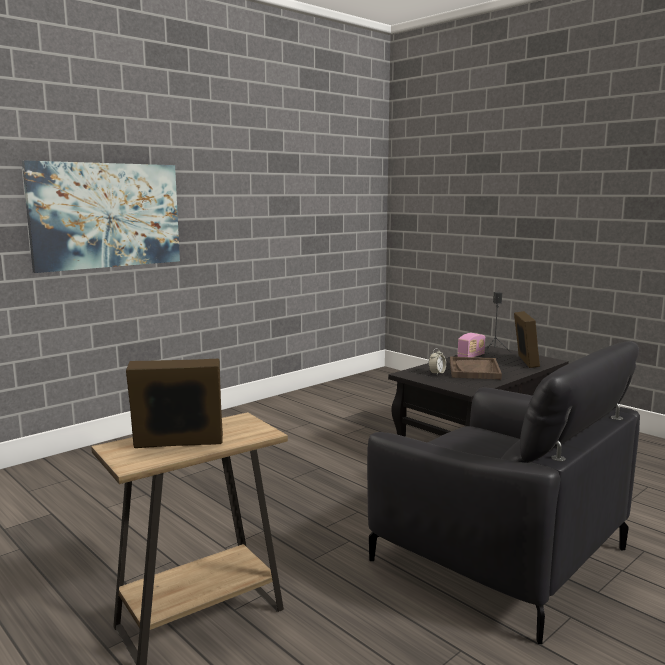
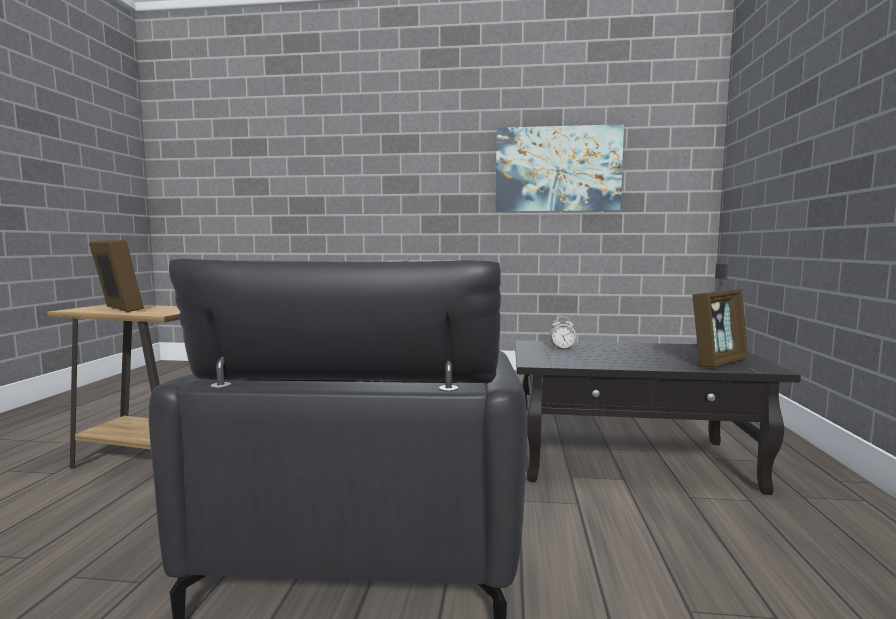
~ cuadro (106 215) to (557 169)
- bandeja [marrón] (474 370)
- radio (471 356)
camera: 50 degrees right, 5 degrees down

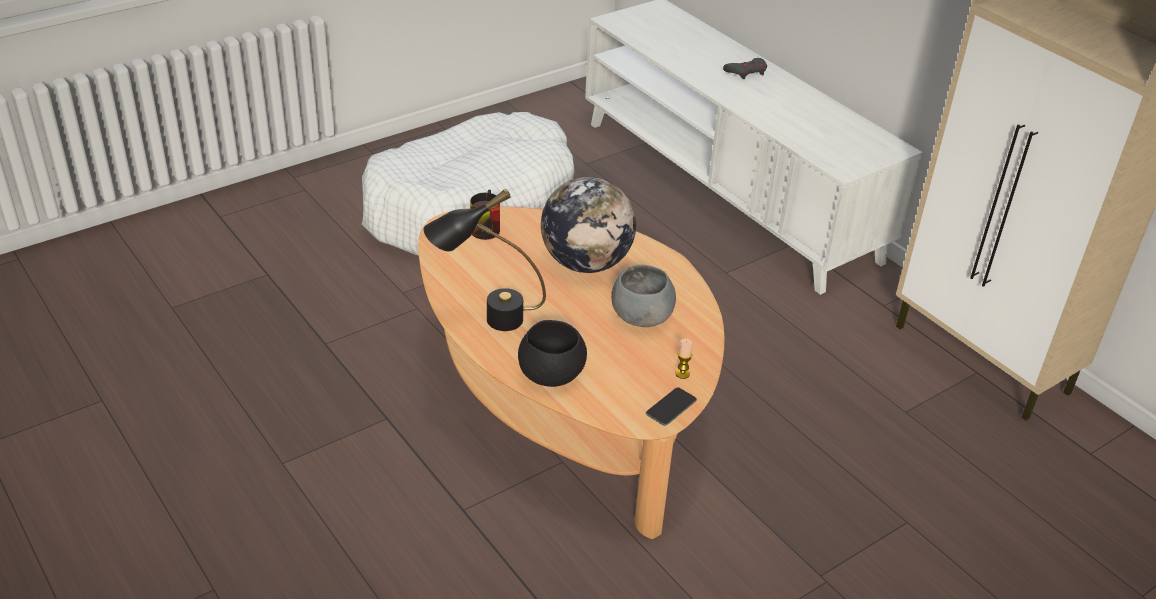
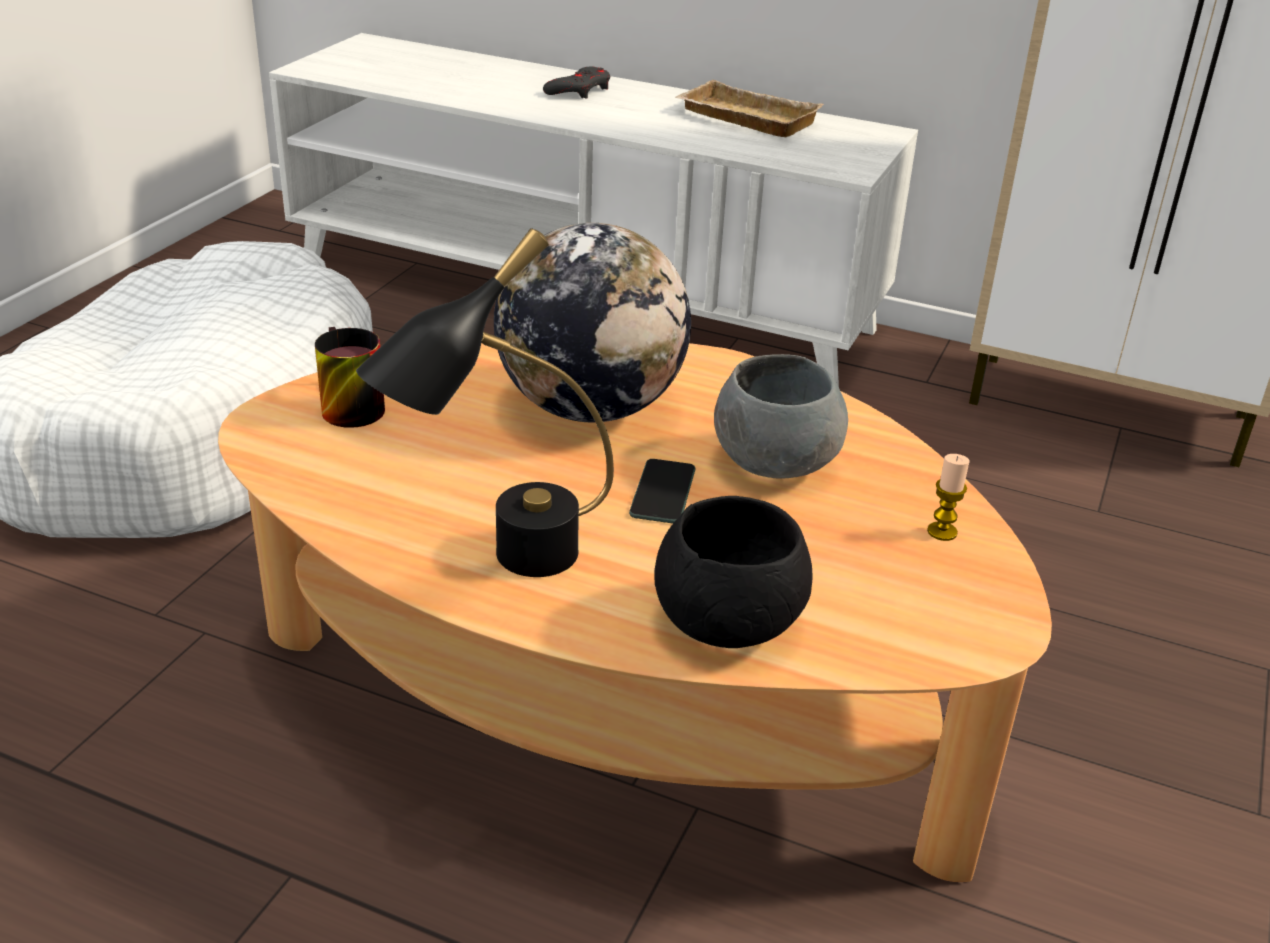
~ móvil (671 407) to (663 492)
+ bandeja [beis] (743 119)
camera: 30 degrees left, 5 degrees down

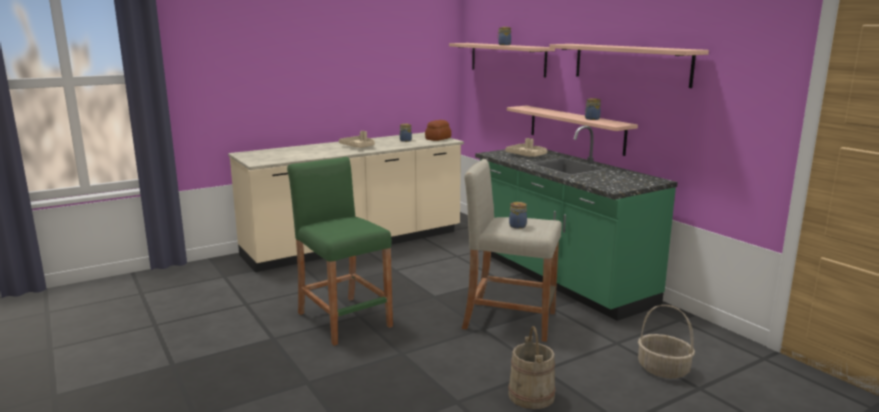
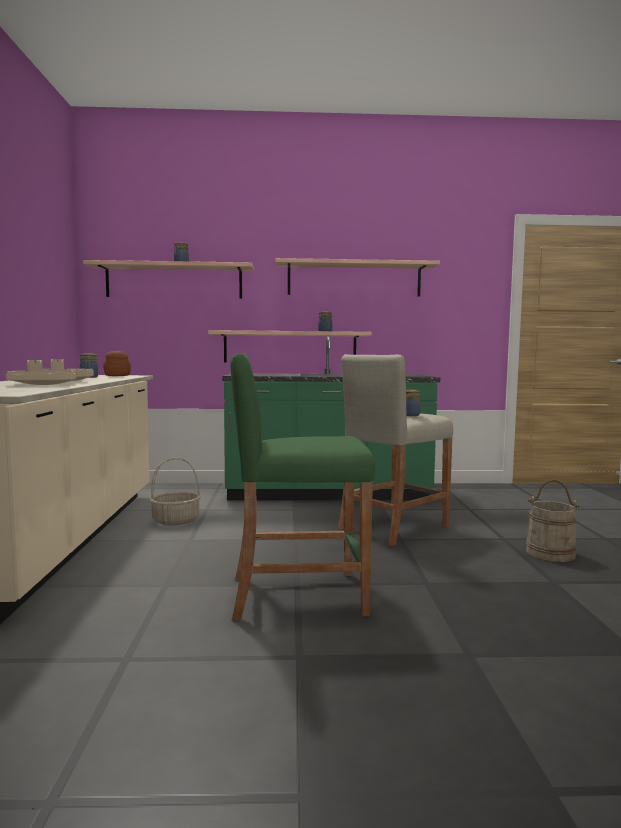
~ bandeja [beis] (527 155) to (43 385)
~ cesta (662 369) to (175 521)
camera: 60 degrees left, 10 degrees down

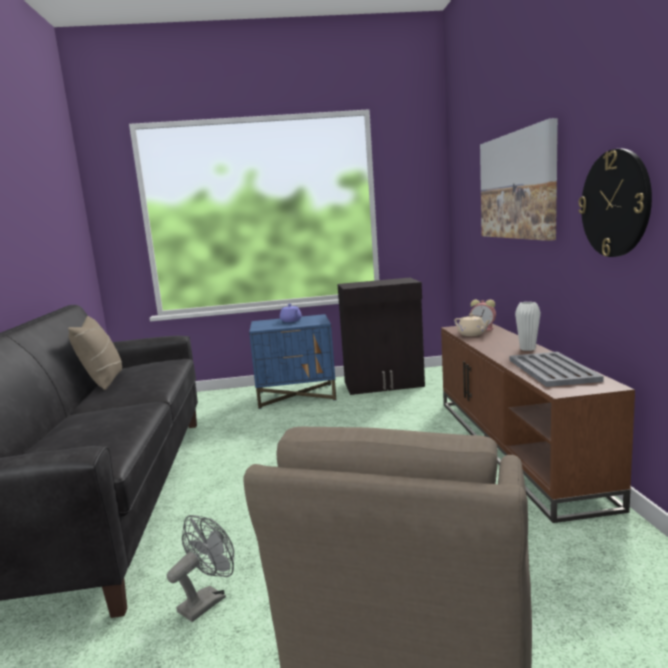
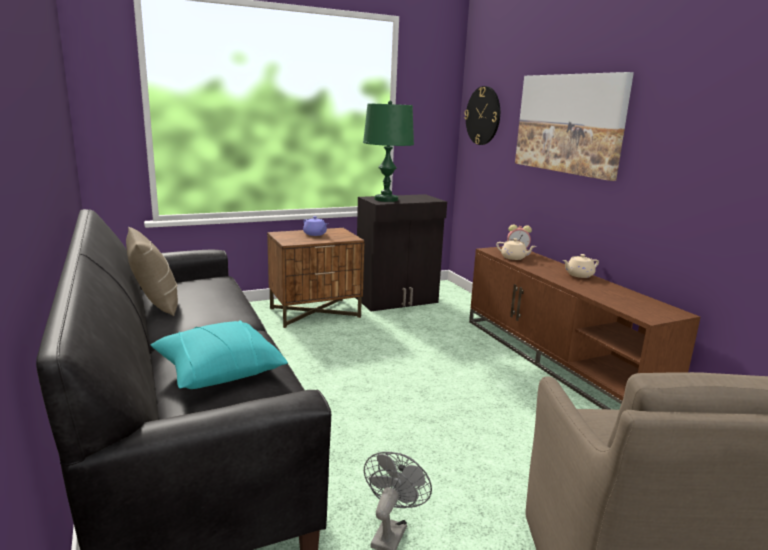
~ mesita de noche [azul] (297 396) to mesita de noche [marrón] (315 313)
- bandeja [gris] (552 370)
~ florero [blanco] (527 349) to tetera [beis] (578 275)
~ reloj de pared (615 203) to (483 115)
+ cojín [turquesa] (218 371)
+ lámpara de mesa [verde] (386 199)
camera: 20 degrees left, 5 degrees up

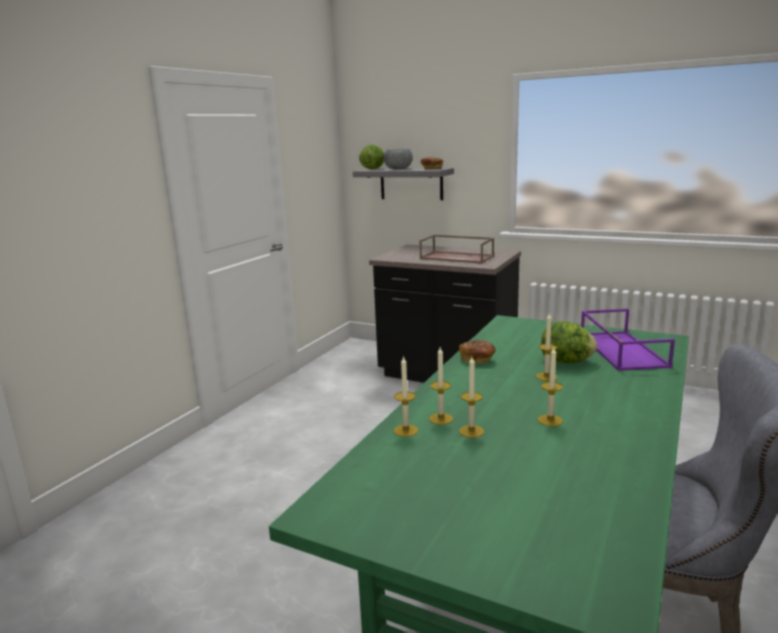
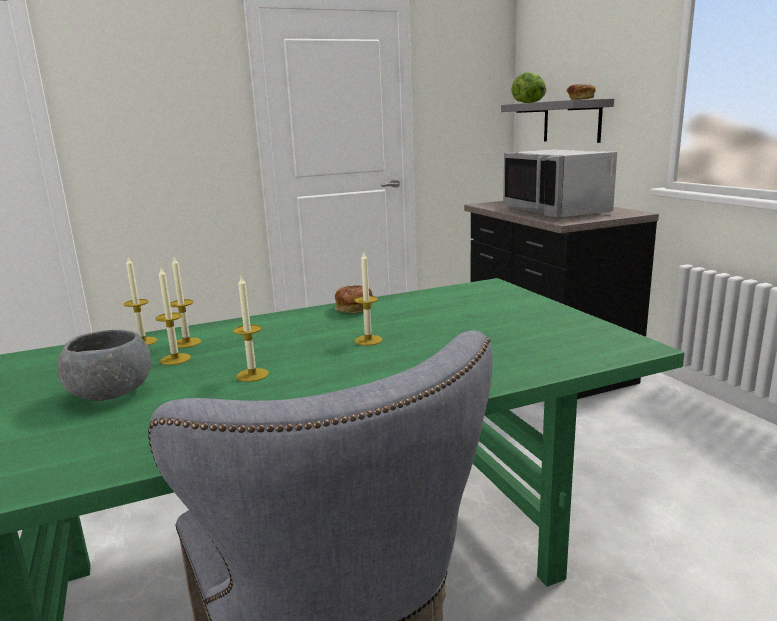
~ cuenco [gris] (398 169) to (111 394)
~ bandeja [marrón] (457 257) to microondas [gris] (557 211)
- lechuga (566 362)
- bandeja [morado] (620 350)
camera: 40 degrees right, 0 degrees up

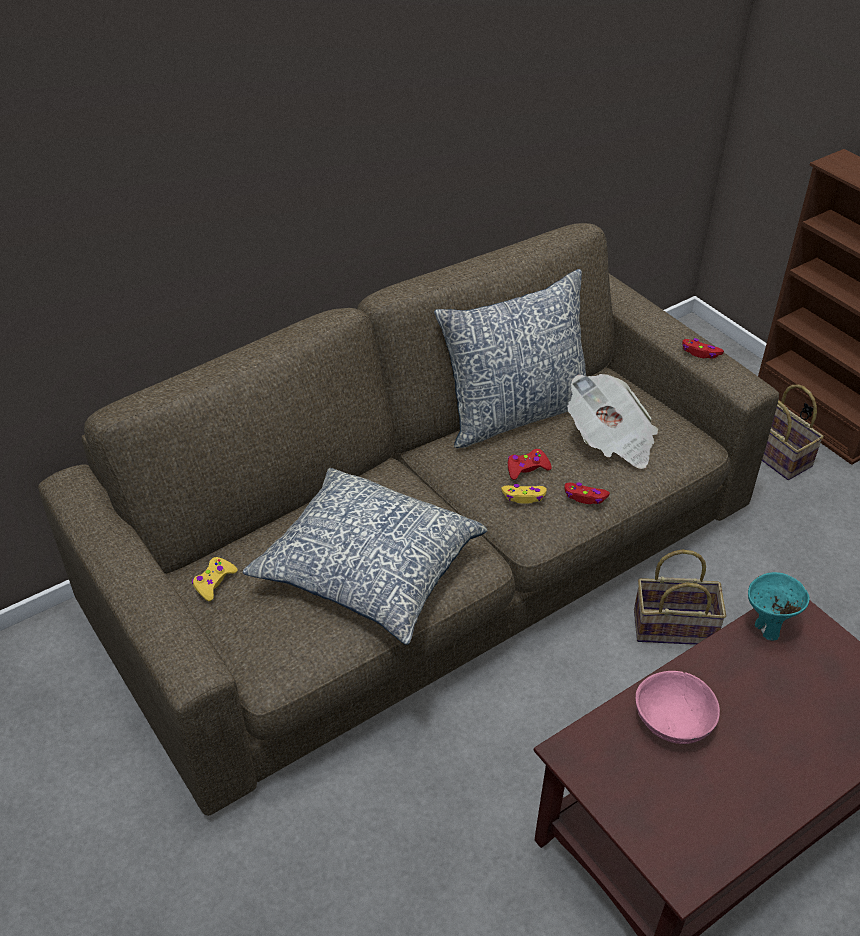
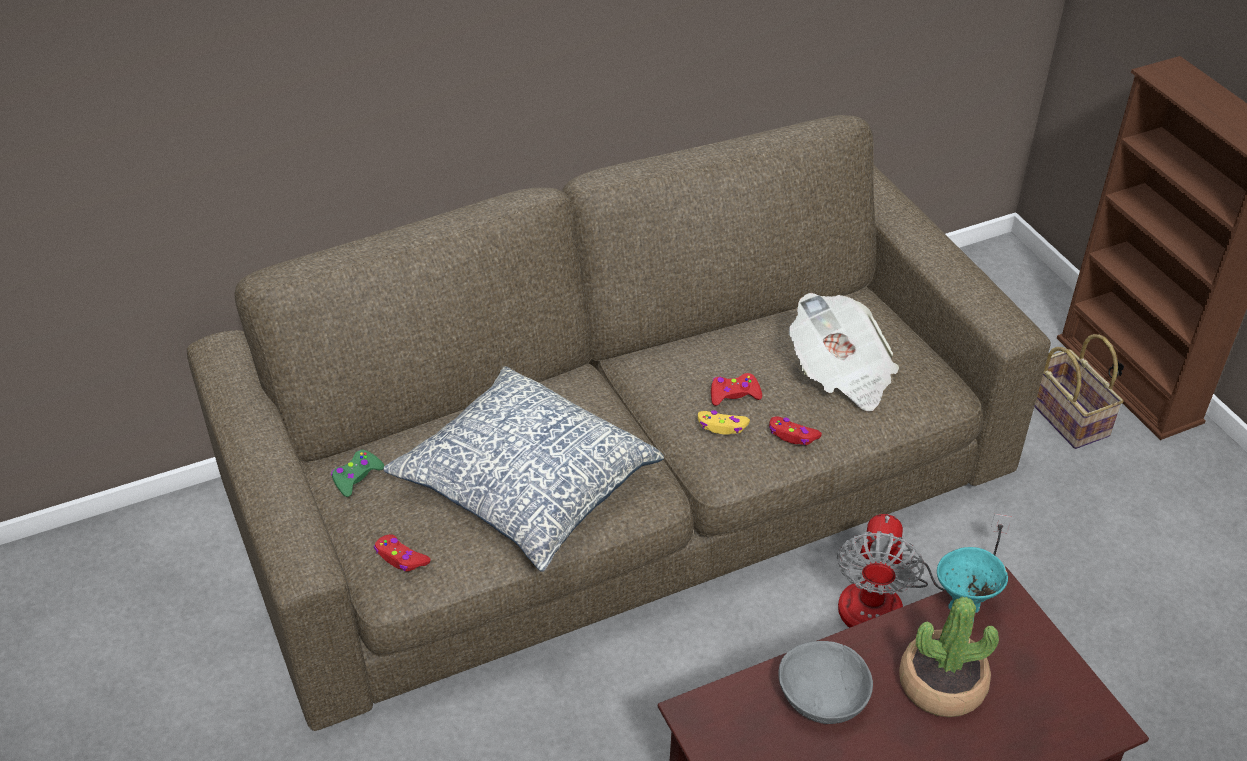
~ mando de consola [amarillo] (214 582) to mando de consola [verde] (356 477)
- cojín (515 413)
~ cesta (676 626) to ventilador (892 601)
~ cuenco [rosa] (673 722) to cuenco [gris] (822 699)
~ mando de consola [rojo] (700 353) to (401 558)
+ planta en maceta (941 685)
camera: 10 degrees right, 0 degrees up

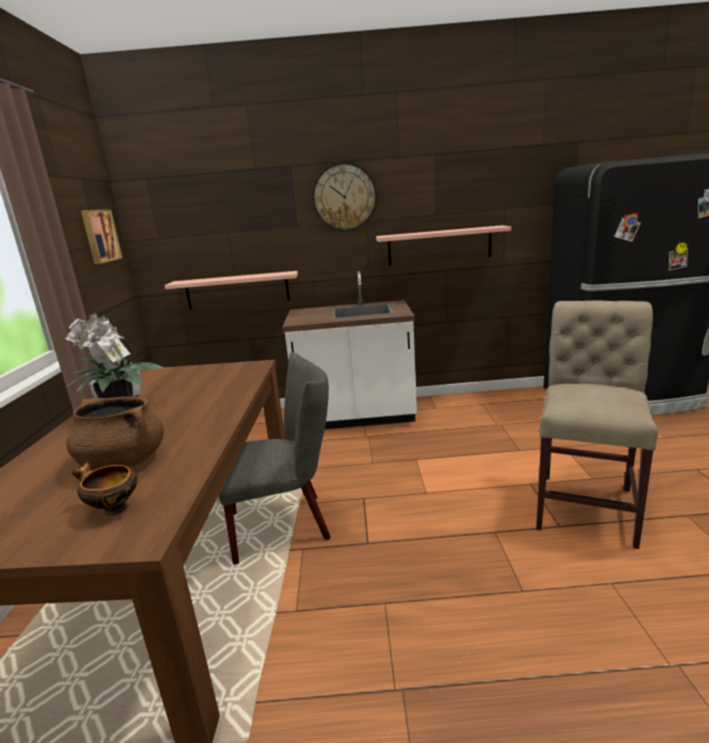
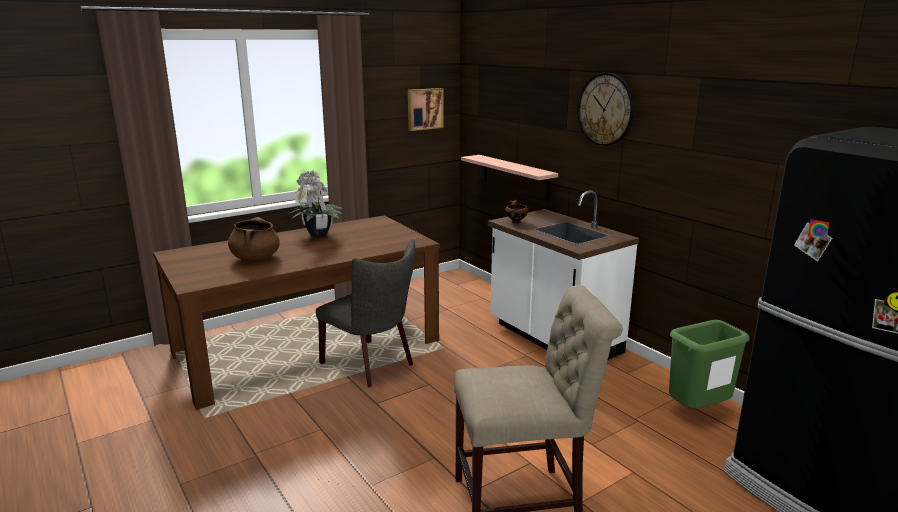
~ cuenco (113 509) to (515 222)
- estante (439 246)
+ papelera [verde] (698 412)
camera: 55 degrees right, 0 degrees up

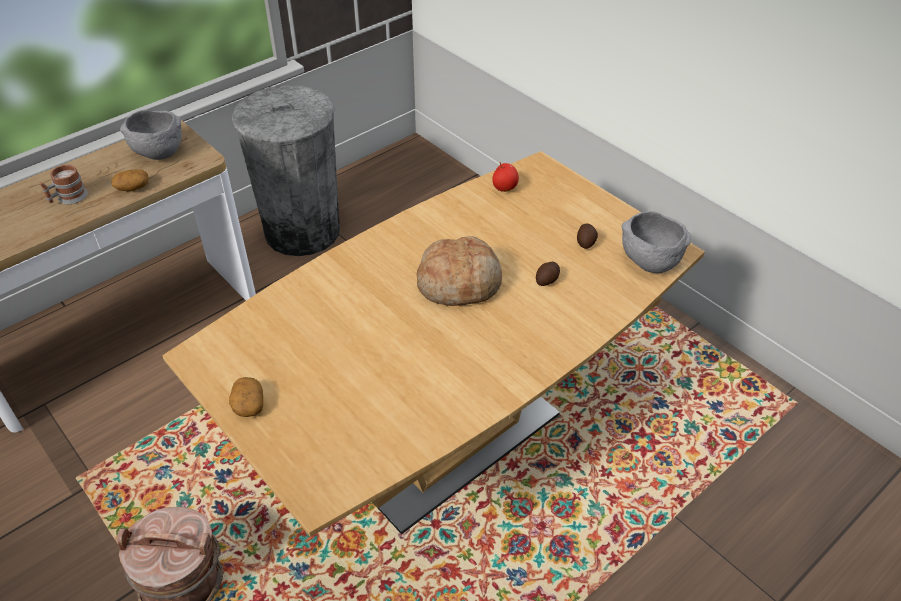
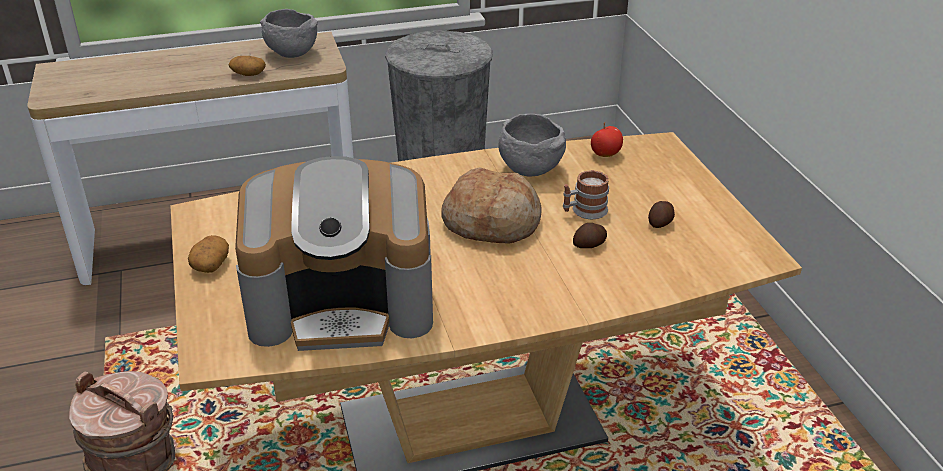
~ taza grande (68 198) to (584 211)
~ cuenco [gris] (648 262) to (528 169)
+ cafetera (343 303)
camera: 25 degrees right, 10 degrees down

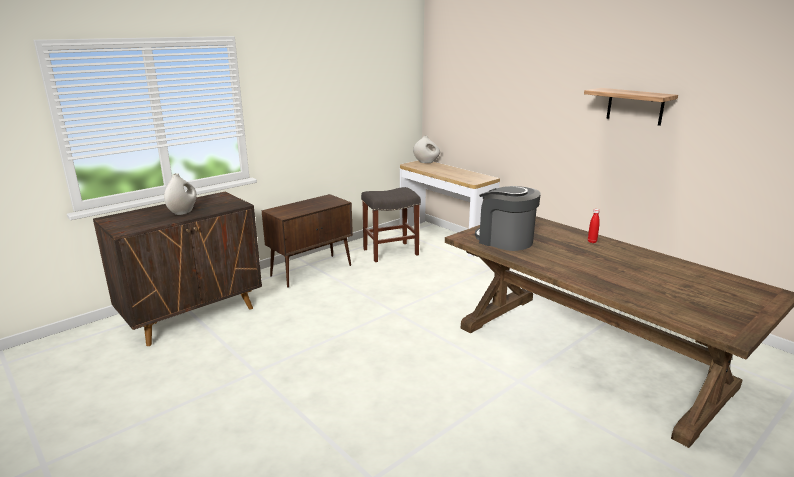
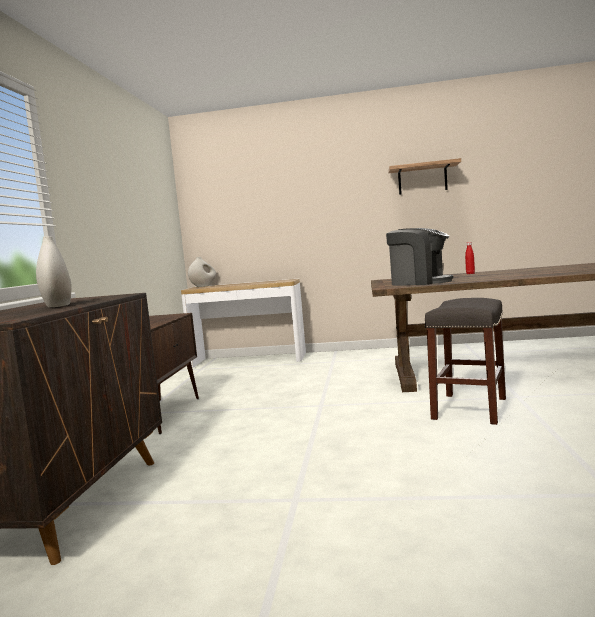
~ taburete [gris] (391 252) to (469 408)
~ cafetera (505 240) = (419 282) 150 degrees counterclockwise
camera: 40 degrees left, 15 degrees down

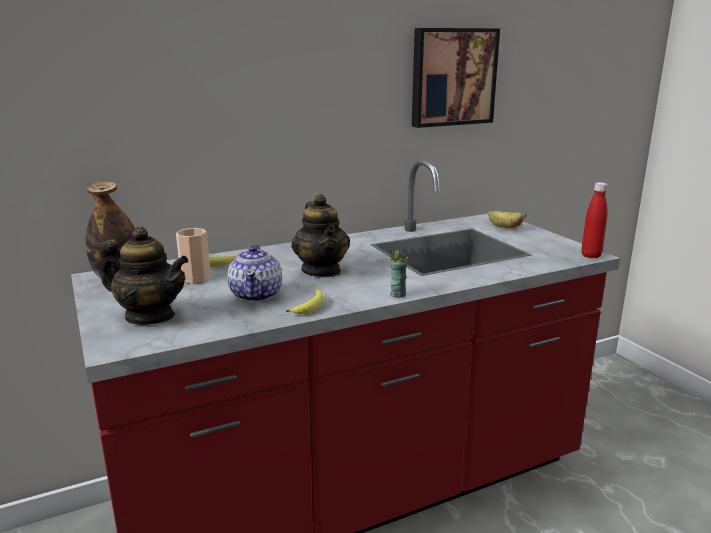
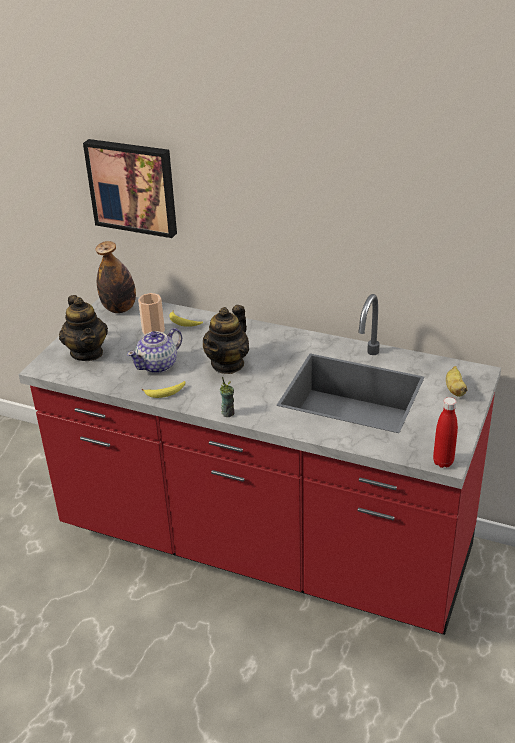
~ cuadro (452 77) to (133 186)
camera: 50 degrees right, 15 degrees up

